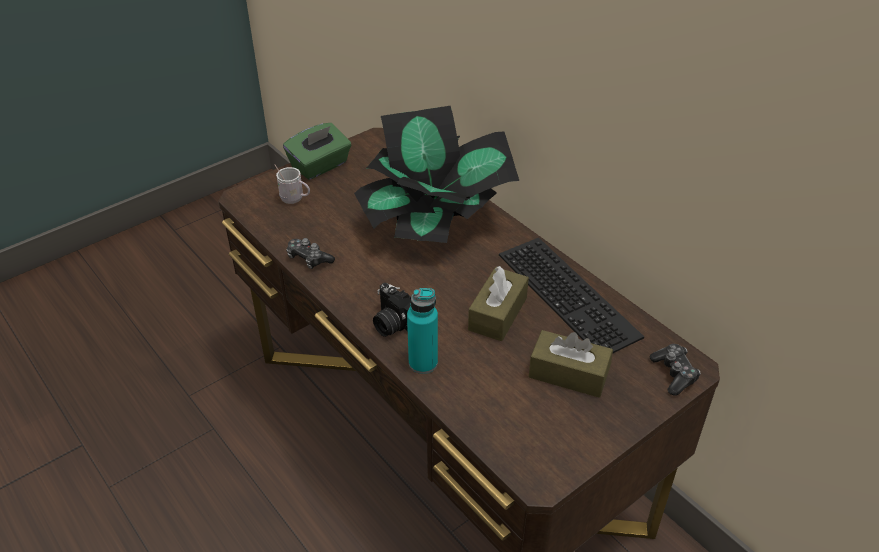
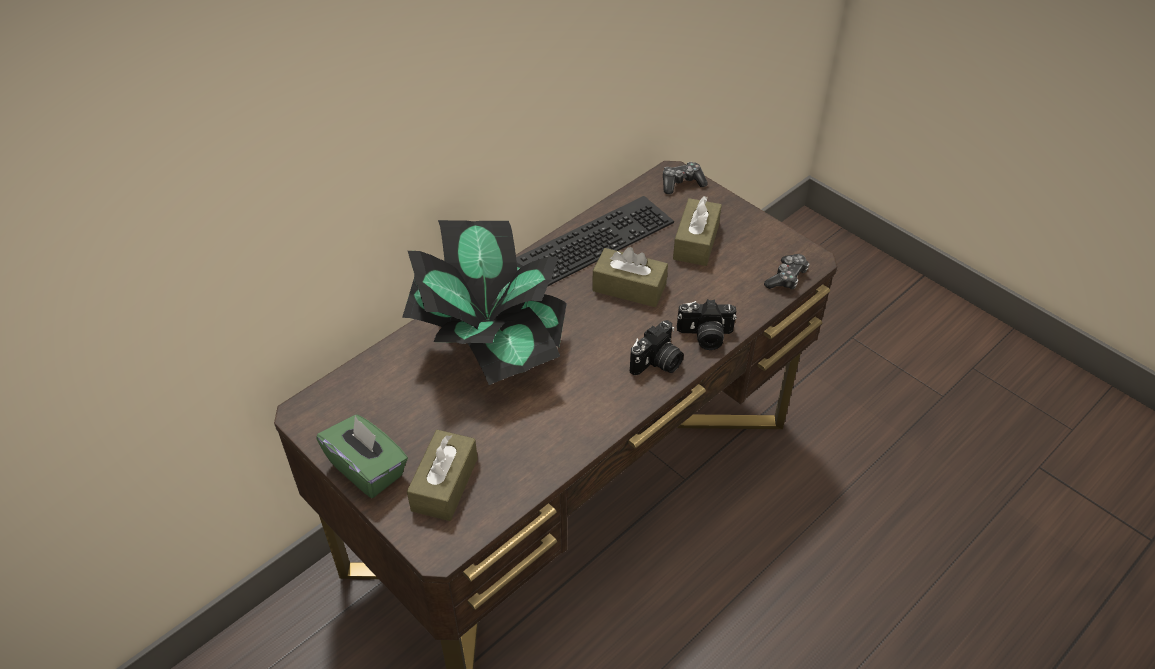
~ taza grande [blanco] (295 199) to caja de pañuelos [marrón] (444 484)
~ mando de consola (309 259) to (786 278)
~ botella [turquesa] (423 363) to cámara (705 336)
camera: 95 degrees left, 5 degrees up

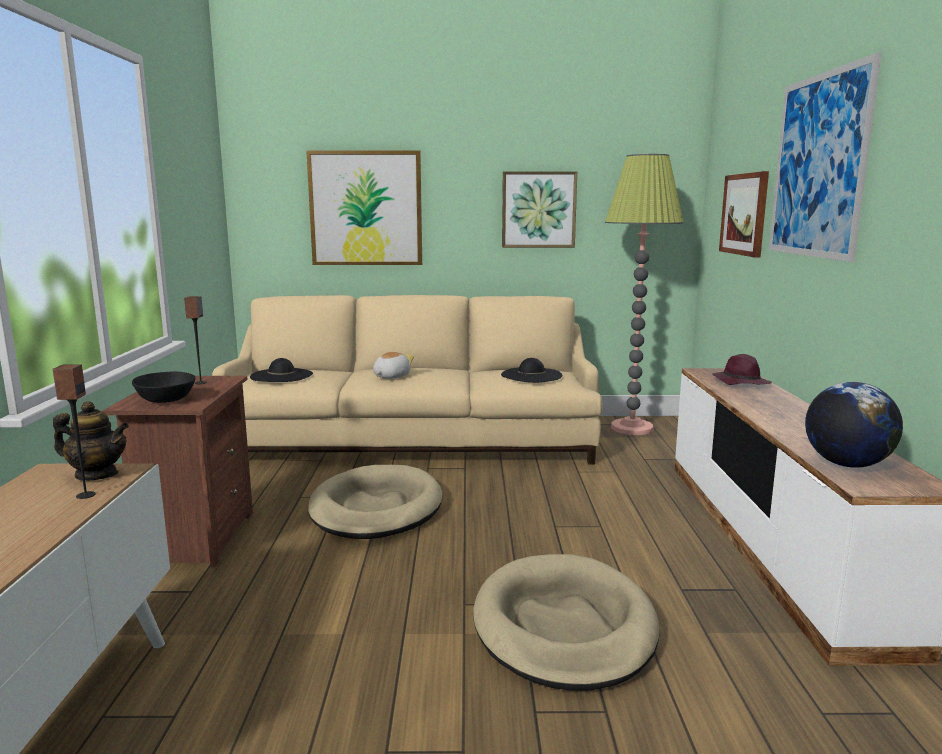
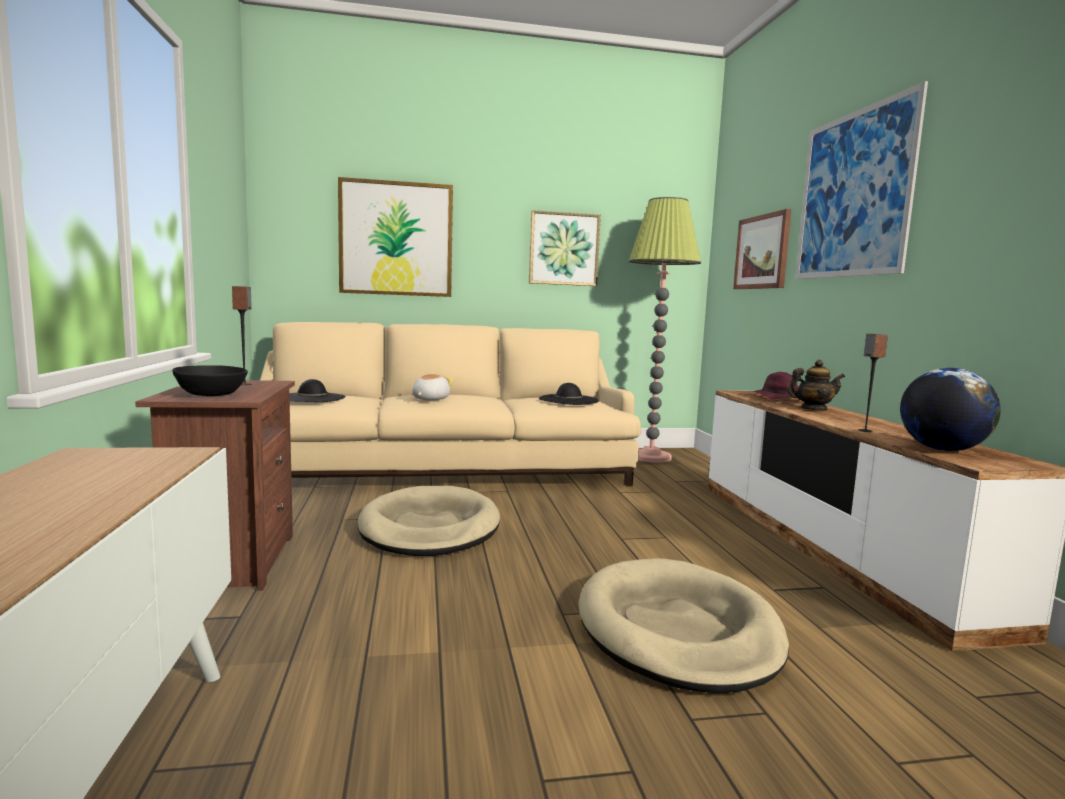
~ altavoz (85 495) to (865 430)
~ tetera (97 475) to (813 409)
camera: 10 degrees left, 5 degrees down

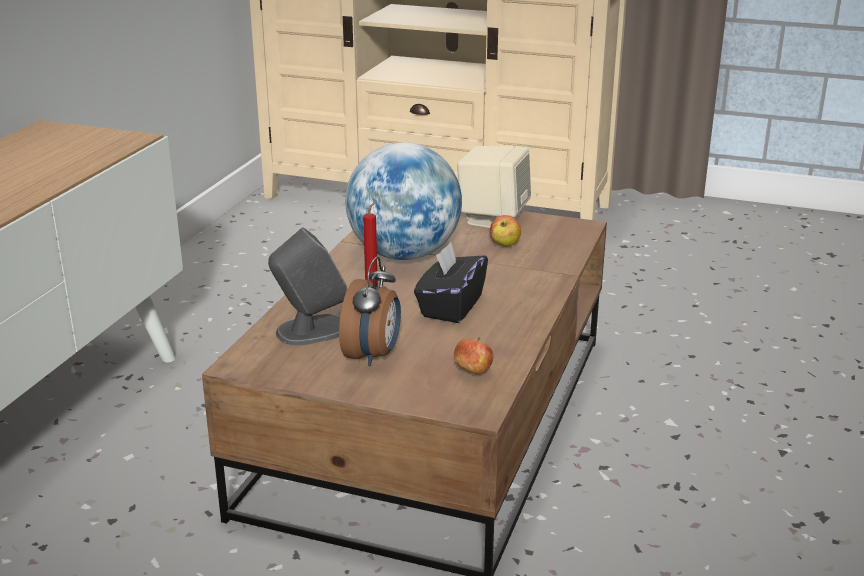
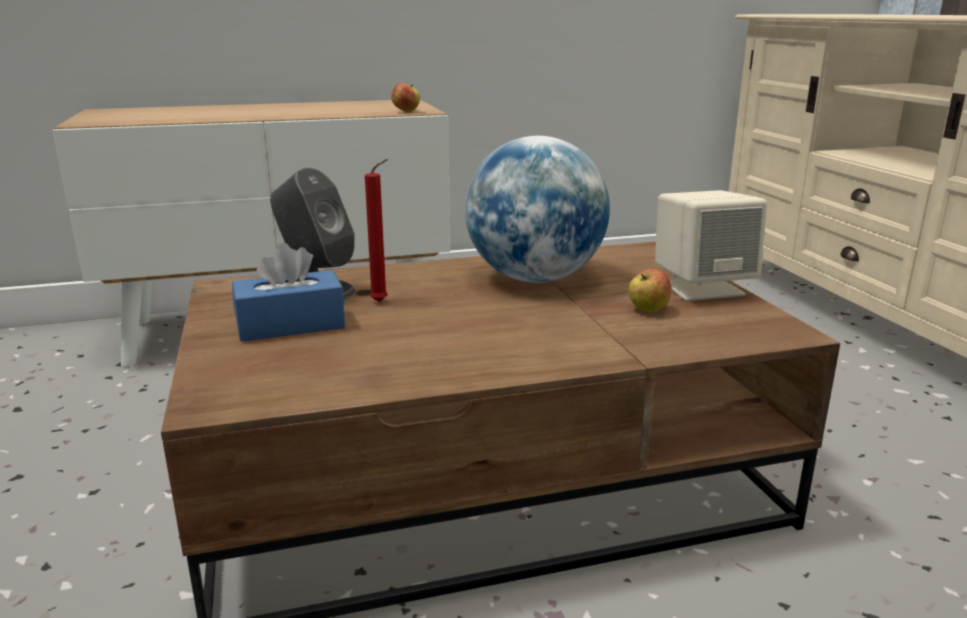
~ despertador (373 355) to caja de pañuelos [azul] (290 325)
- caja de pañuelos [negro] (450 307)
~ manzana (473 372) to (406 112)
camera: 55 degrees right, 5 degrees down

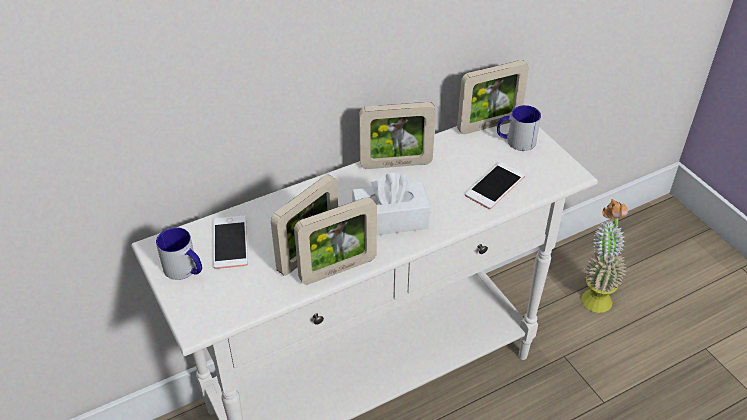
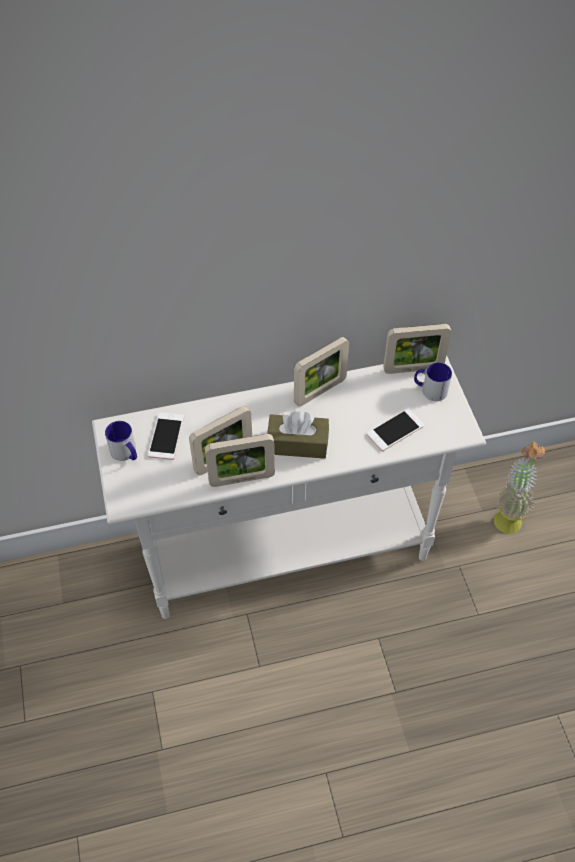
~ caja de pañuelos [blanco] (390 220) to caja de pañuelos [marrón] (297 443)
~ portarretratos (396 164) = (320 391) 45 degrees counterclockwise
camera: 15 degrees right, 10 degrees up

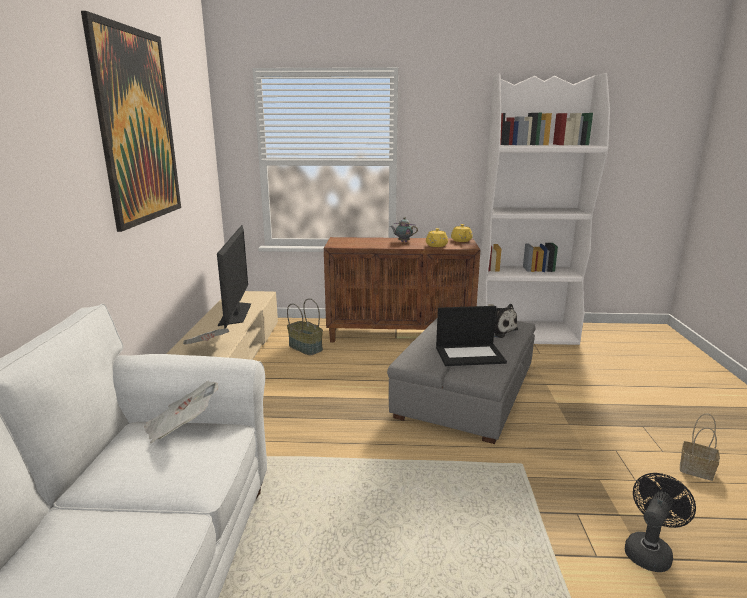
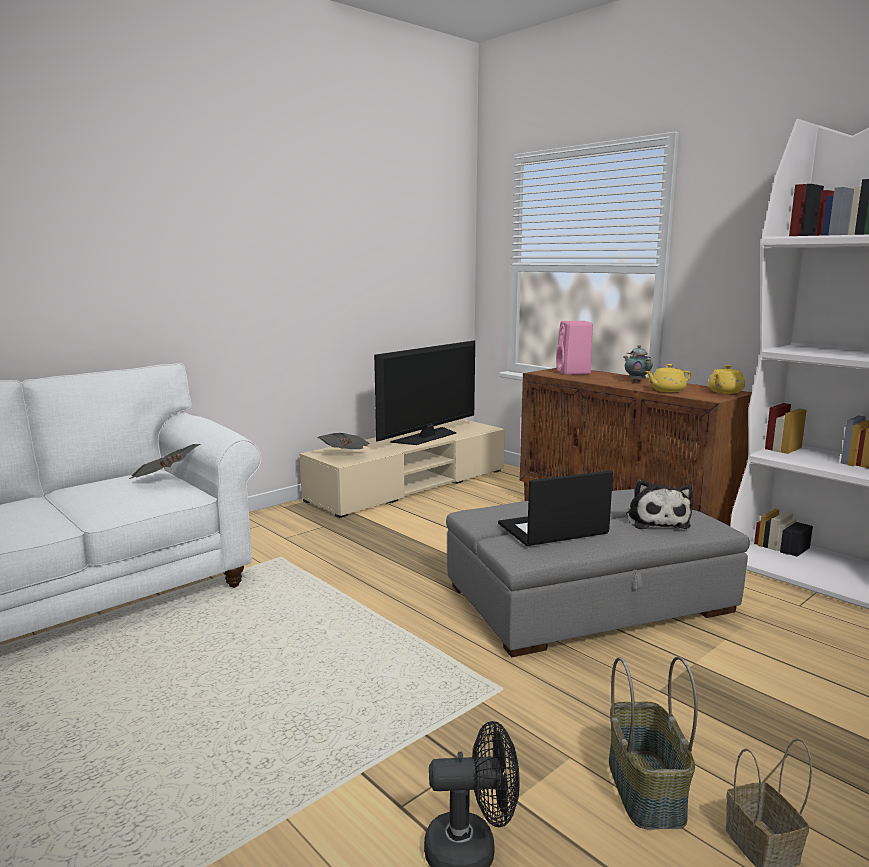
- cuadro (137 127)
~ cesta (306 348) to (647 790)
~ portátil (470 354) = (552 530) 120 degrees clockwise
+ altavoz [rosa] (574 372)
camera: 45 degrees right, 5 degrees down

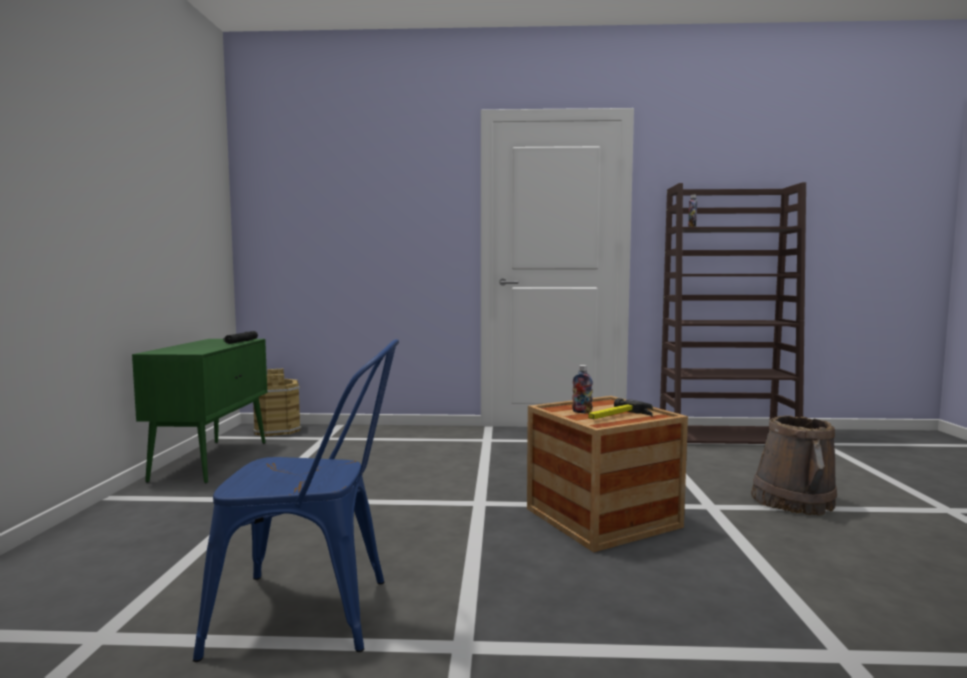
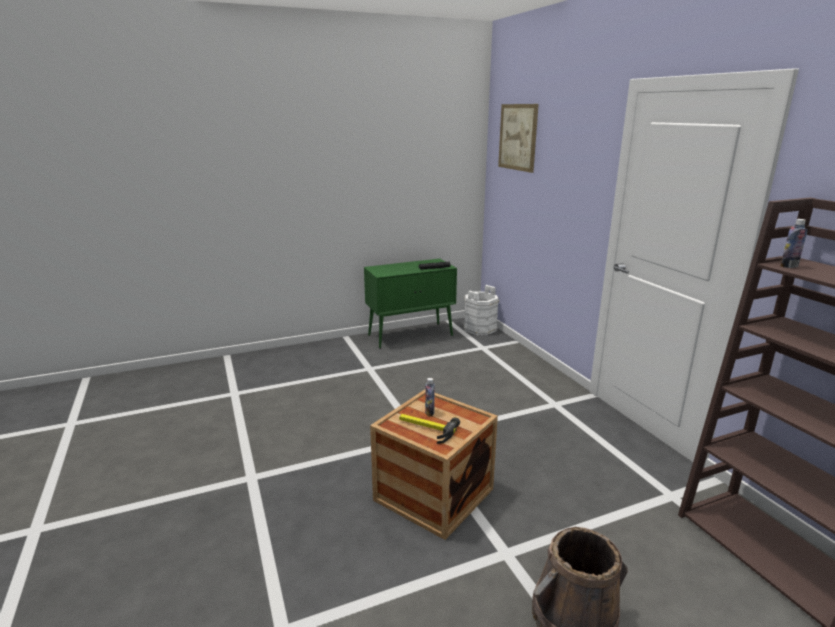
- silla [azul] (316 613)
~ cubo [marrón] (278 430) to cubo [blanco] (480 329)
+ cuadro (518 137)
camera: 65 degrees right, 15 degrees up

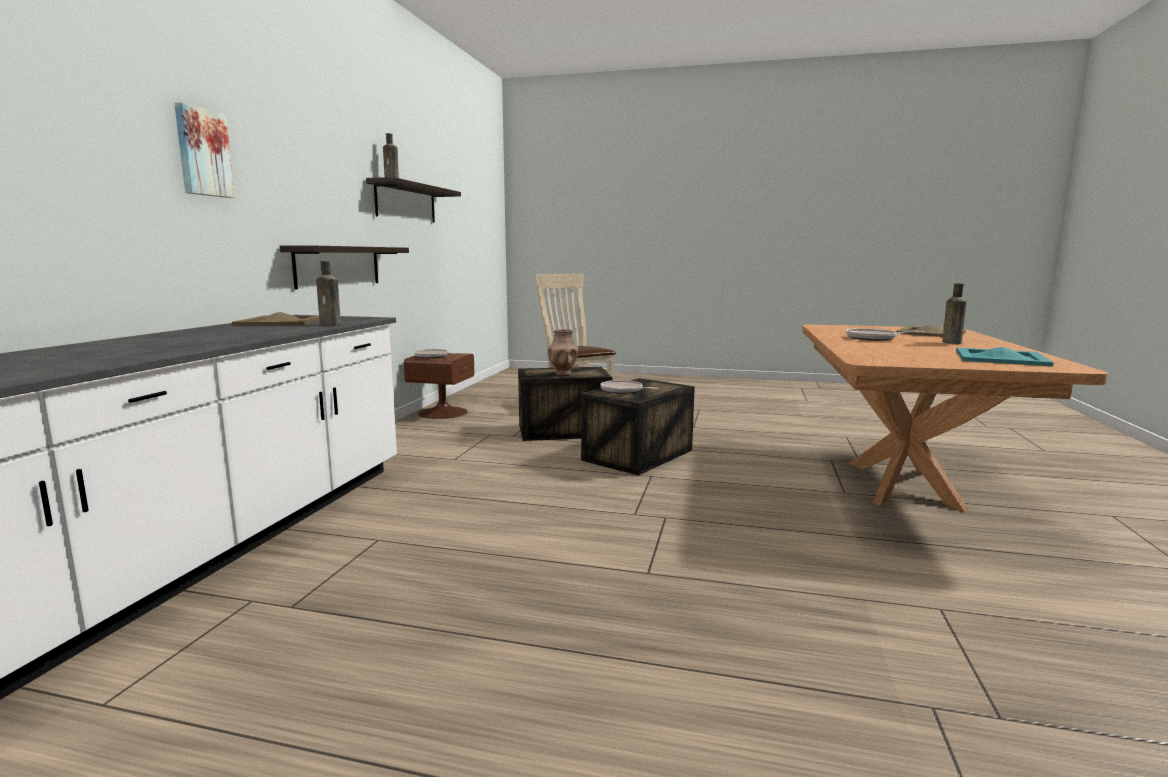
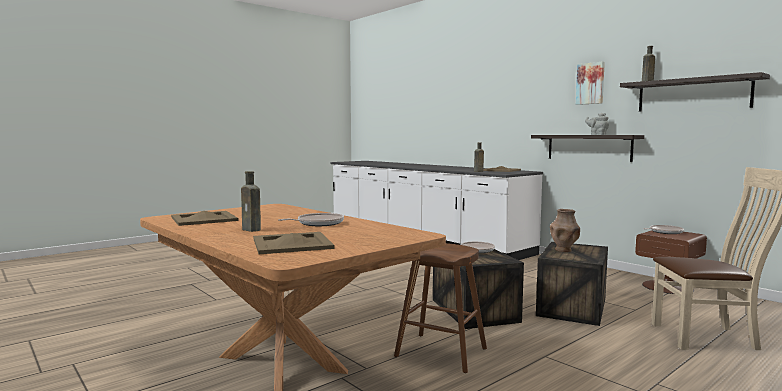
~ cuadro (202 152) to (590 83)
~ bandeja [turquesa] (999 358) to bandeja [beis] (204 219)
+ taburete [marrón] (440 352)
+ tetera [gris] (597 134)
camera: 125 degrees right, 5 degrees down

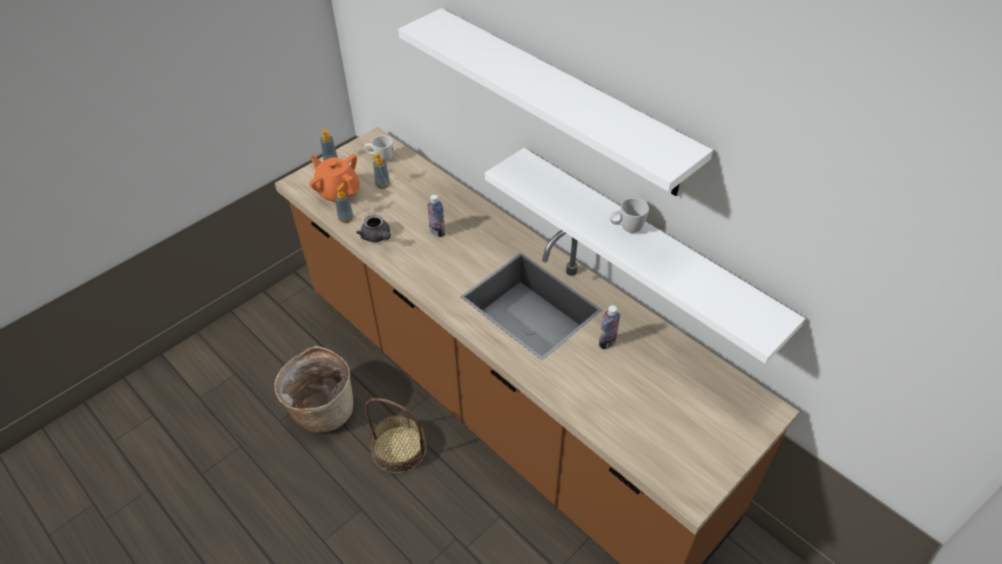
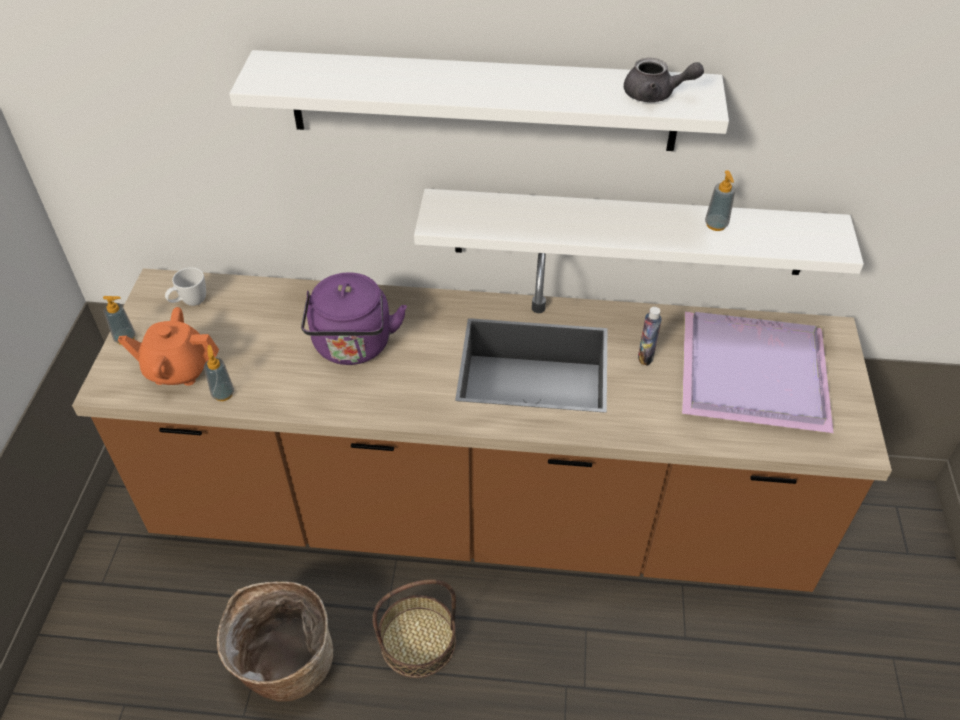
~ tetera [gris] (377 237) to (655 95)
~ dispensador de jabón (382 185) to (716 225)
~ botella (437 232) to hervidor [morado] (353 347)
- taza grande [blanco] (626 228)
+ bandeja [morado] (756 371)
camera: 40 degrees left, 0 degrees up

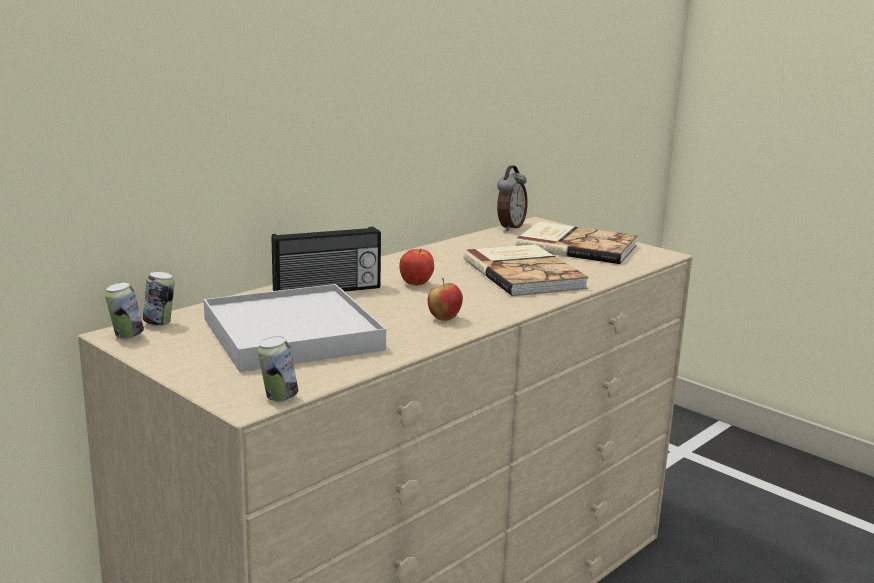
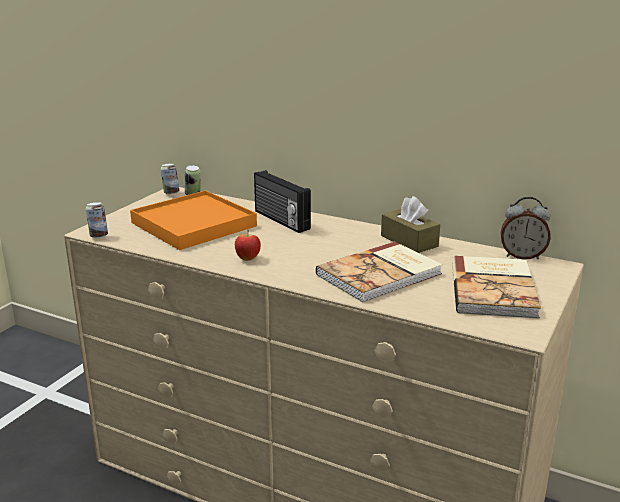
~ bandeja [blanco] (291 334) to bandeja [naranja] (194 224)
- manzana (416 284)
+ caja de pañuelos [marrón] (409 241)
camera: 75 degrees right, 5 degrees up

